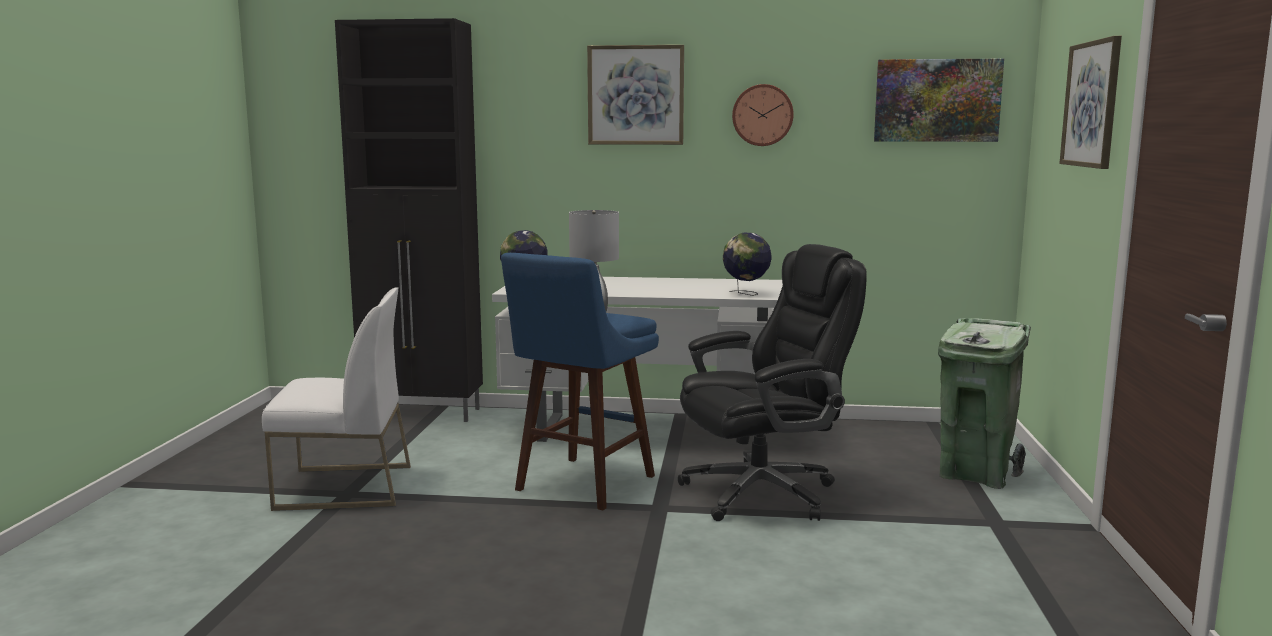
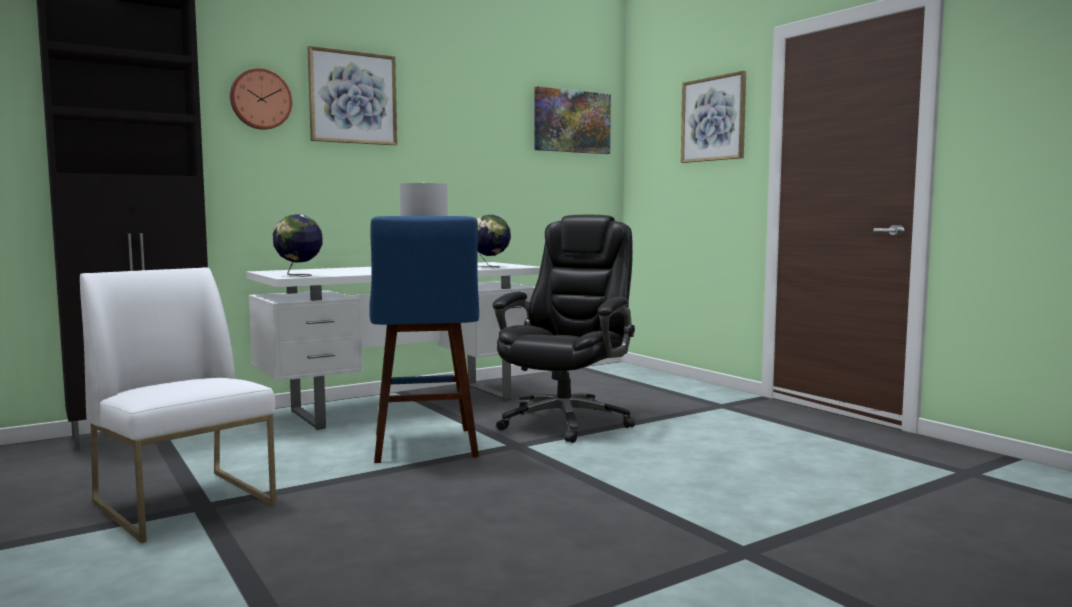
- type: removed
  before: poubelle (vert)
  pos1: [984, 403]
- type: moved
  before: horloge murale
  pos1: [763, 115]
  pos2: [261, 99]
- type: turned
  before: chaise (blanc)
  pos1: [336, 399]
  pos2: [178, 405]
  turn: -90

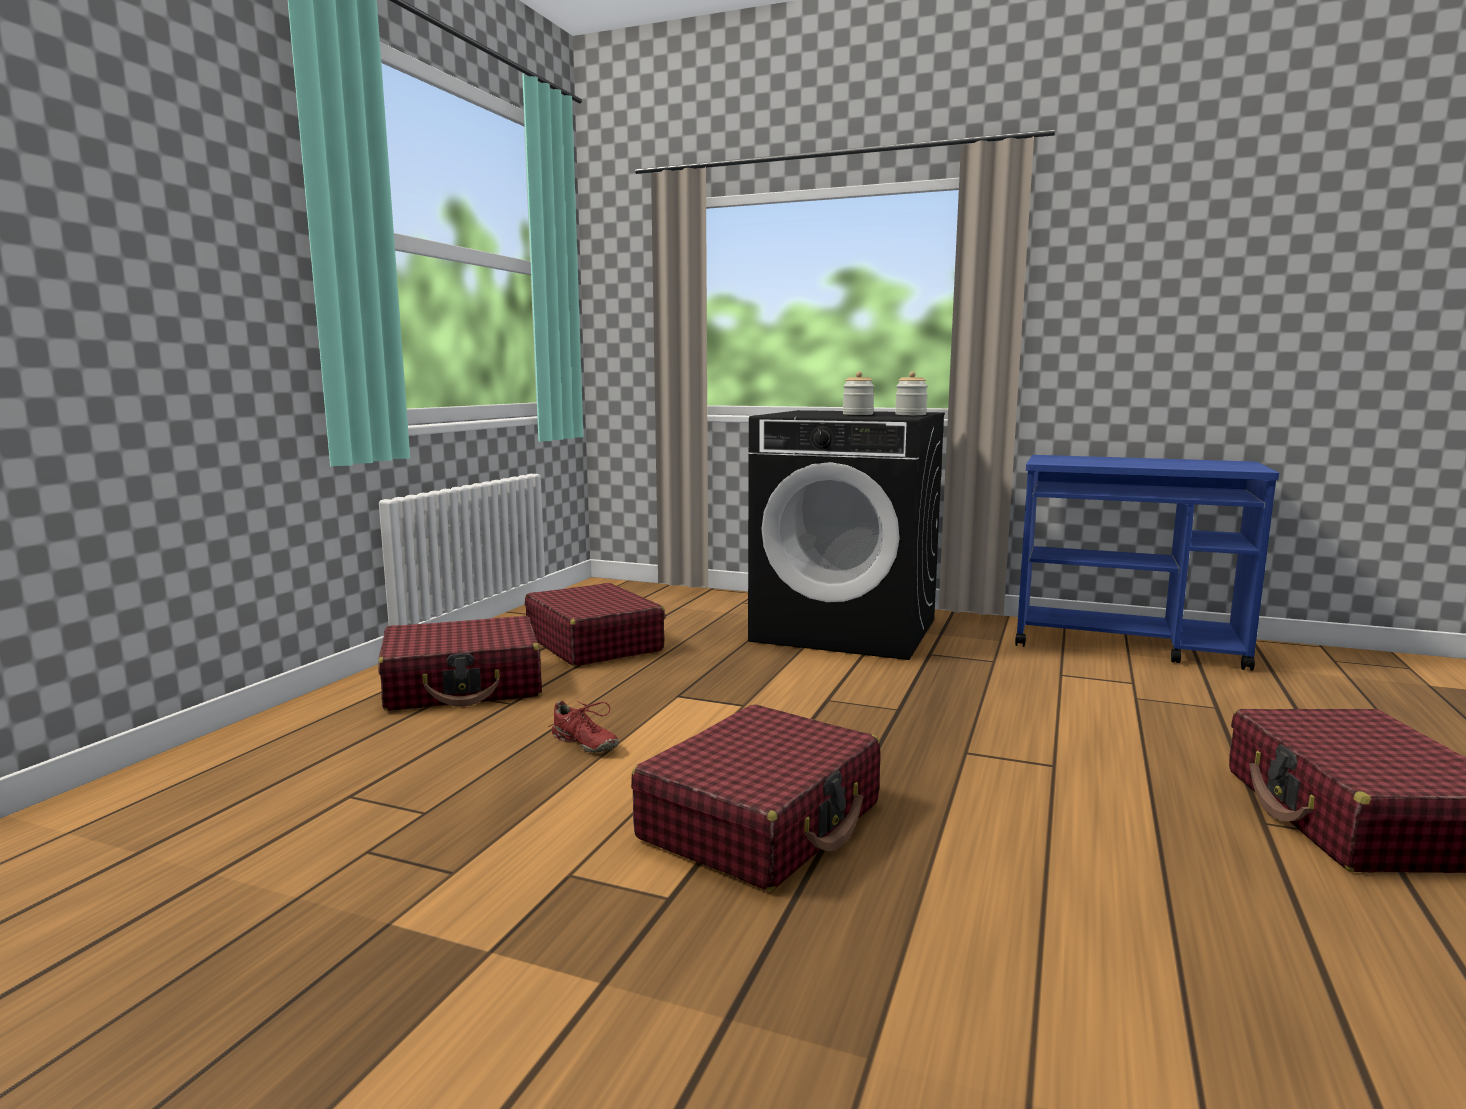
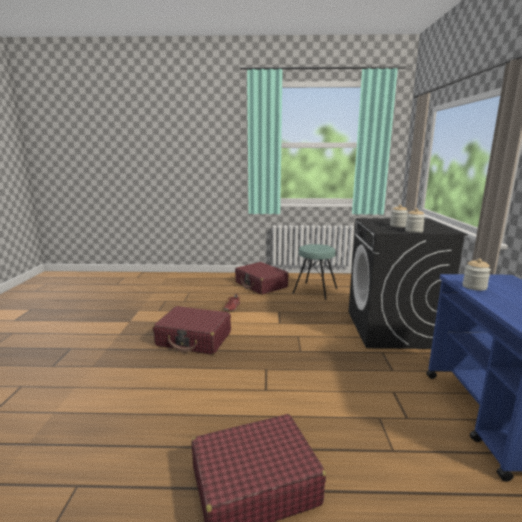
- type: added
  after: bocal
  pos2: [477, 274]
- type: replaced
  before: valise (rouge)
  after: tabouret (turquoise)
  pos1: [595, 624]
  pos2: [315, 272]

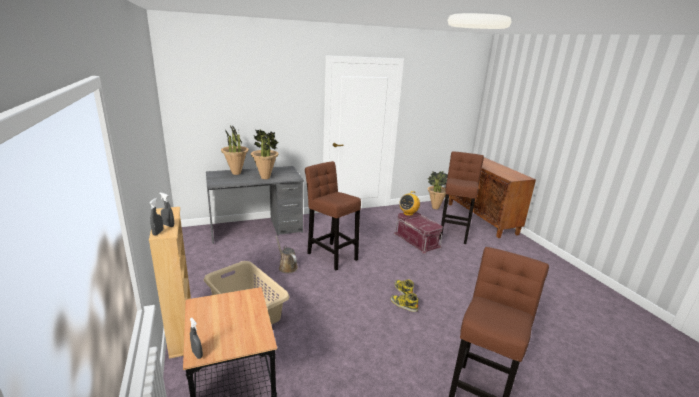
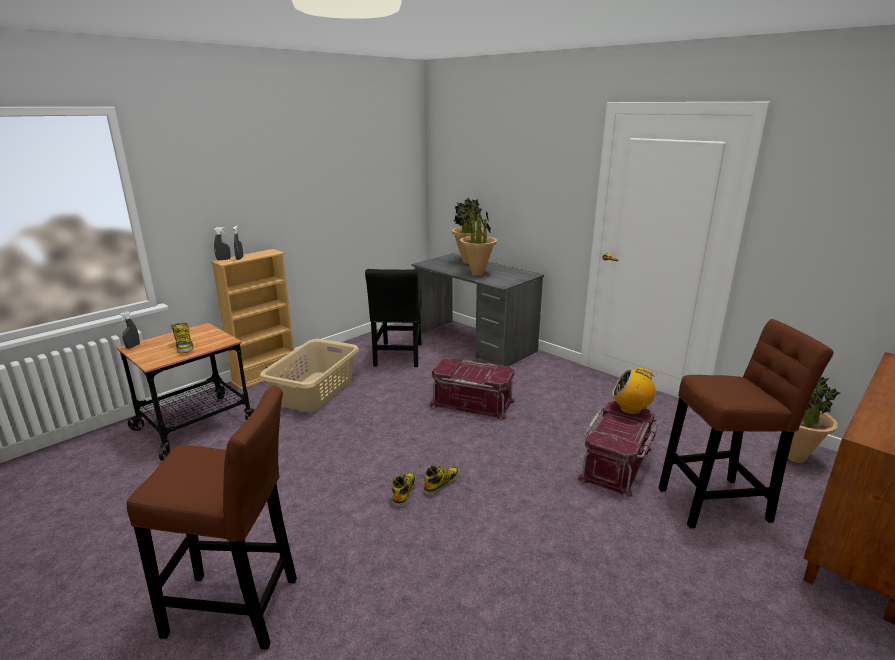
- type: removed
  before: arrosoir (marron)
  pos1: [286, 254]
- type: added
  after: botte
  pos2: [182, 338]
- type: added
  after: chaise (noir)
  pos2: [393, 318]
- type: replaced
  before: tabouret (marron)
  after: boîte de rangement (rouge)
  pos1: [333, 215]
  pos2: [472, 389]

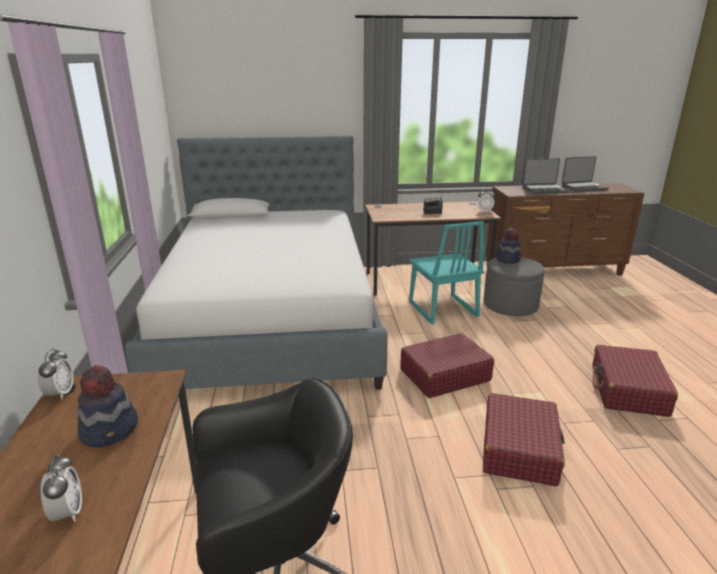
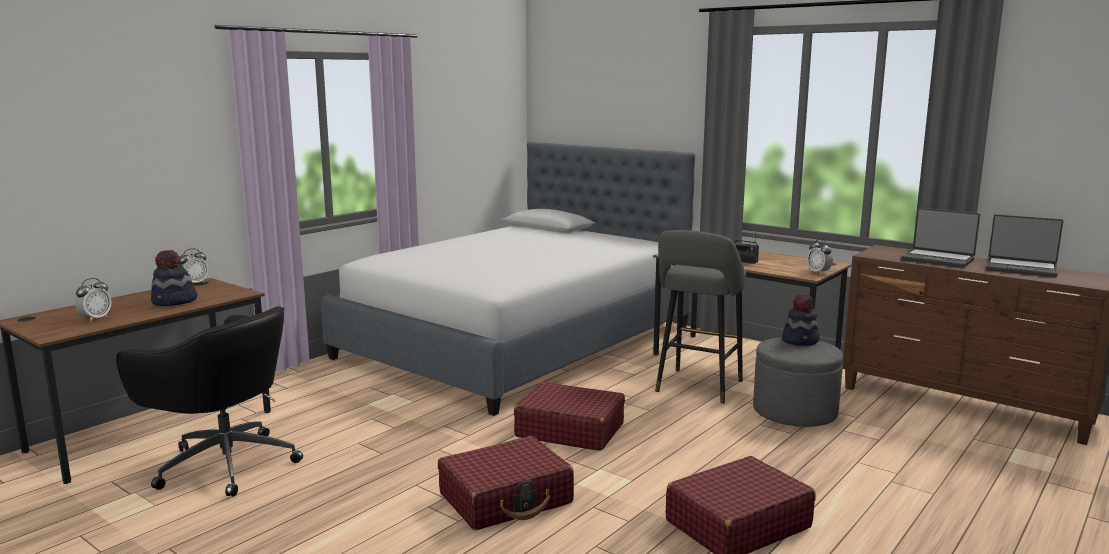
- type: replaced
  before: chaise (turquoise)
  after: tabouret (gris)
  pos1: [446, 272]
  pos2: [700, 317]

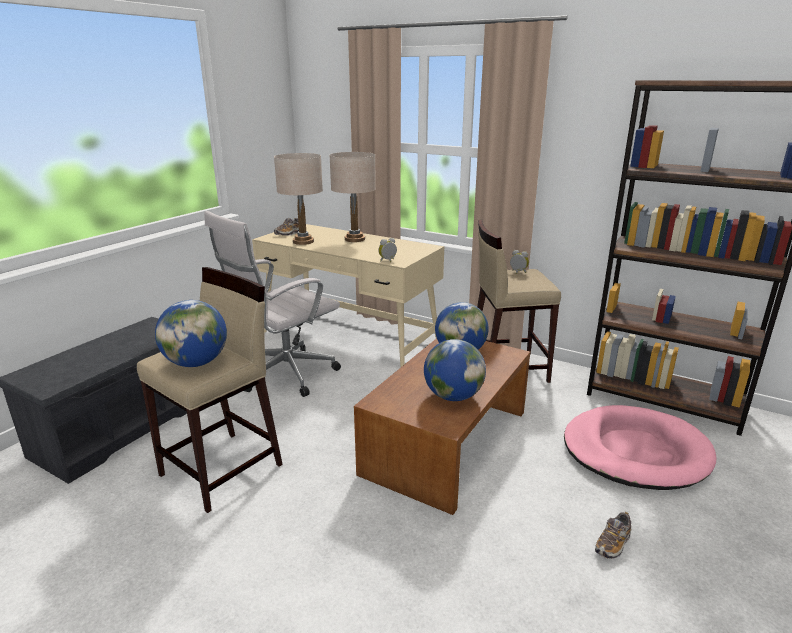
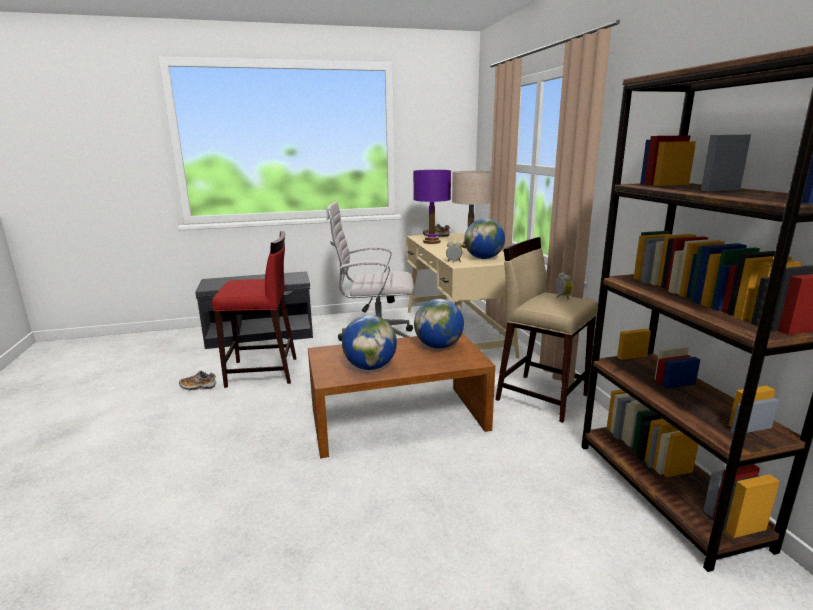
- type: removed
  before: panier pour chien (rose)
  pos1: [640, 447]
- type: moved
  before: globe
  pos1: [191, 333]
  pos2: [484, 239]
- type: moved
  before: chaussure
  pos1: [613, 535]
  pos2: [197, 381]
- type: recoloured
  before: tabouret (beige)
  after: tabouret (rouge)
  pos1: [210, 390]
  pos2: [254, 309]
- type: recoloured
  before: lampe de table (beige)
  after: lampe de table (violet)
  pos1: [298, 199]
  pos2: [432, 207]

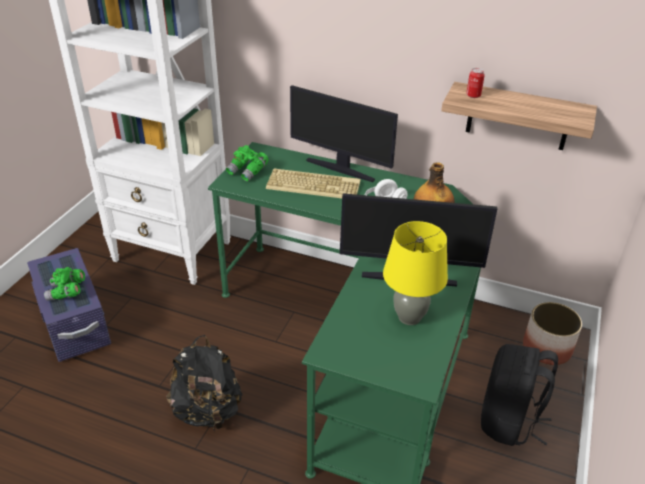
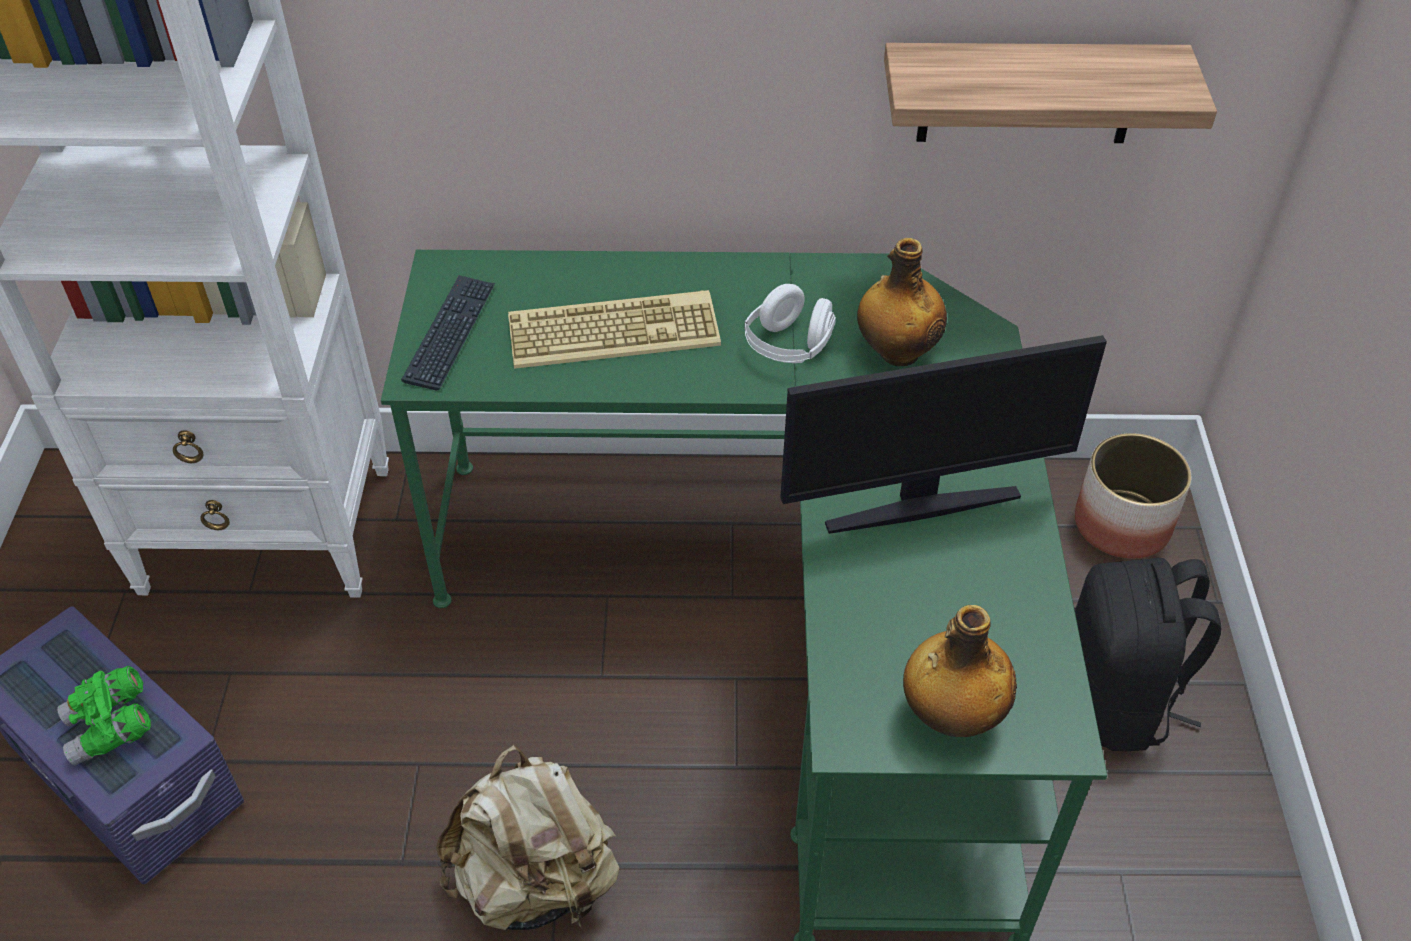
- type: removed
  before: écran d'ordinateur
  pos1: [344, 133]
- type: removed
  before: lampe de table (jaune)
  pos1: [415, 273]
- type: removed
  before: boîte métallique
  pos1: [475, 83]
- type: added
  after: bouteille
  pos2: [960, 671]
- type: replaced
  before: jumelles (vert)
  after: clavier
  pos1: [247, 163]
  pos2: [448, 333]
- type: recoloured
  before: sac à dos (noir)
  after: sac à dos (beige)
  pos1: [204, 382]
  pos2: [527, 837]

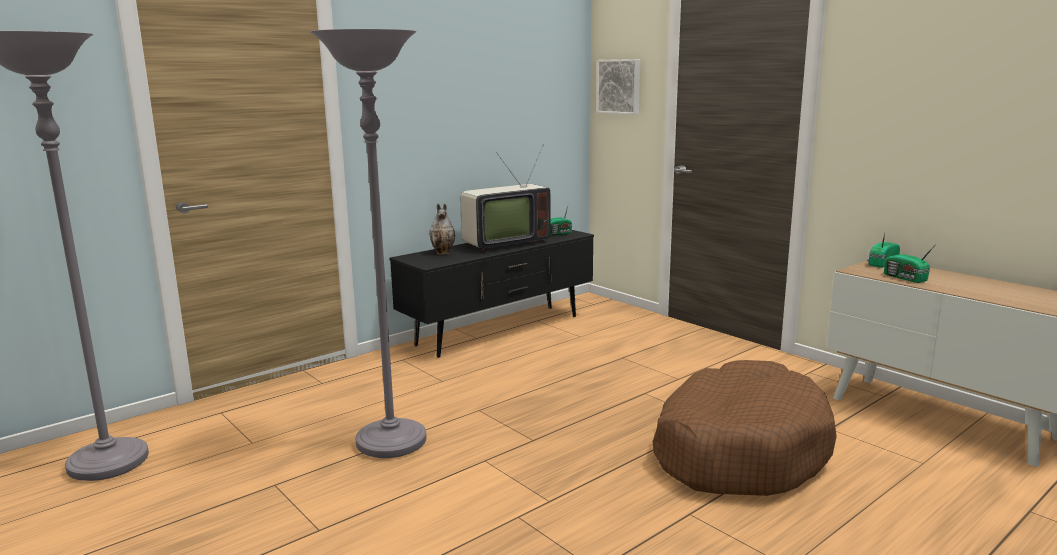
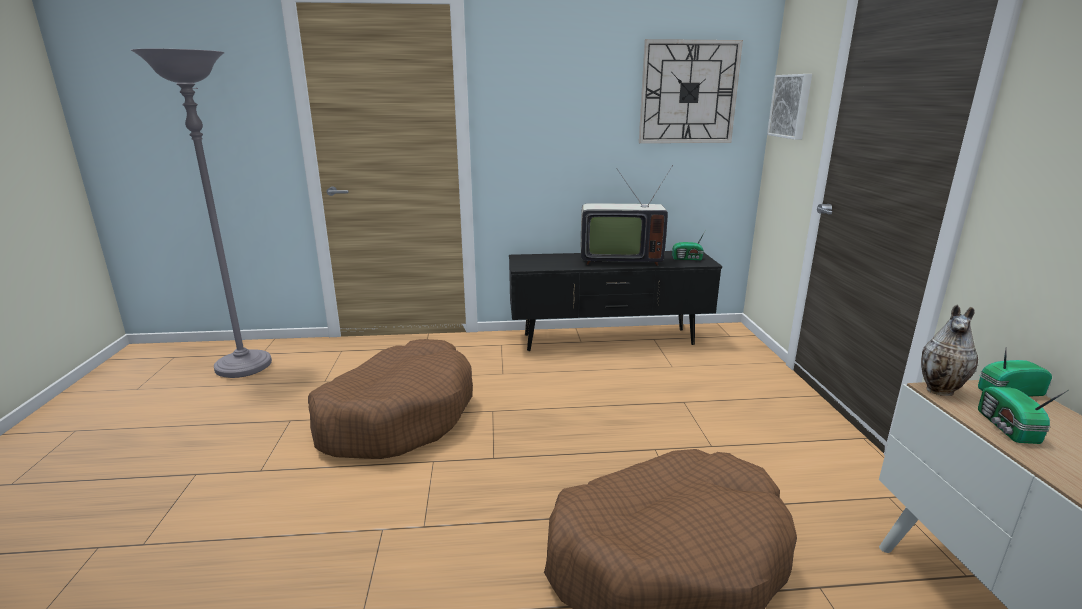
- type: added
  after: horloge murale
  pos2: [691, 91]
- type: moved
  before: vase
  pos1: [442, 229]
  pos2: [949, 350]
- type: replaced
  before: lampadaire (gris)
  after: panier pour chien (marron)
  pos1: [368, 243]
  pos2: [390, 399]

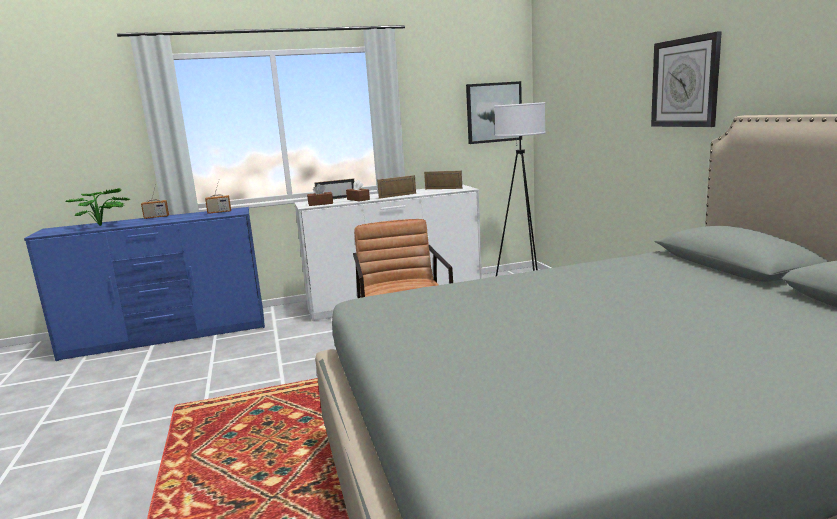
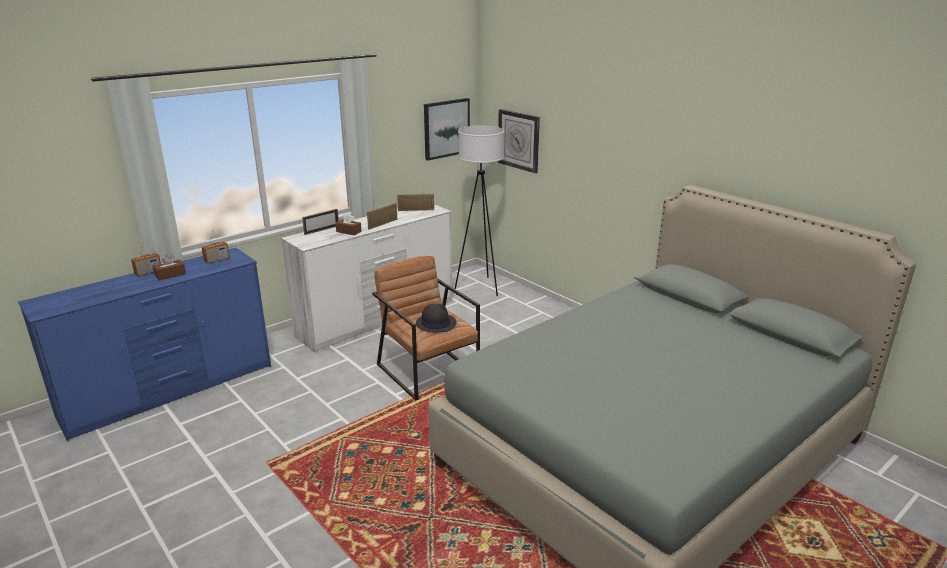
- type: removed
  before: plante en pot
  pos1: [97, 207]
- type: added
  after: chapeau (noir)
  pos2: [436, 318]
- type: moved
  before: boîte à mouchoirs (marron)
  pos1: [320, 195]
  pos2: [169, 268]
- type: moved
  before: horloge murale
  pos1: [686, 79]
  pos2: [519, 141]

